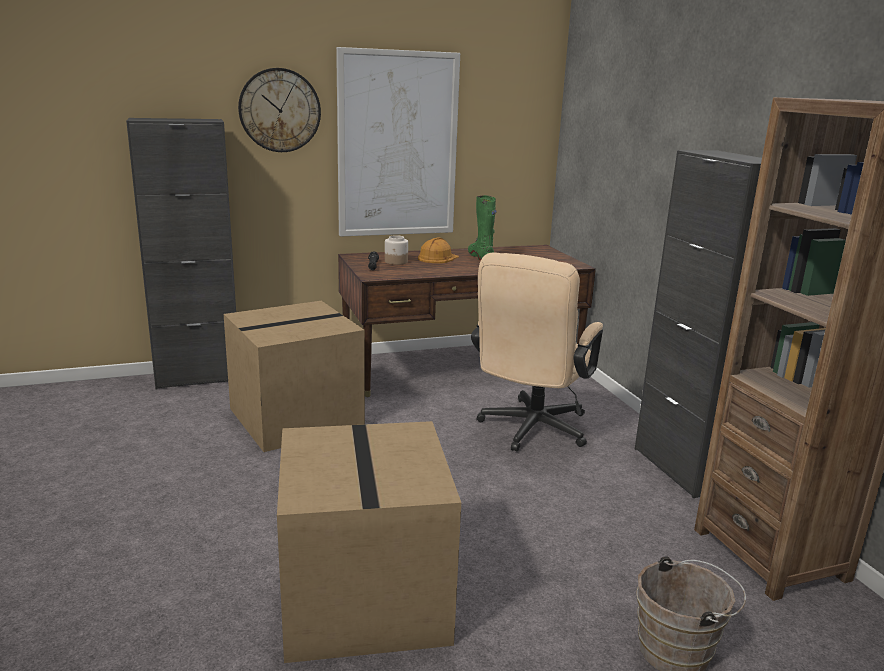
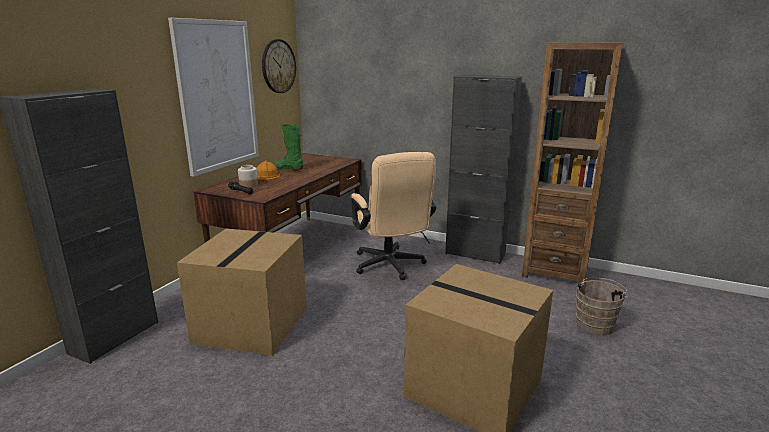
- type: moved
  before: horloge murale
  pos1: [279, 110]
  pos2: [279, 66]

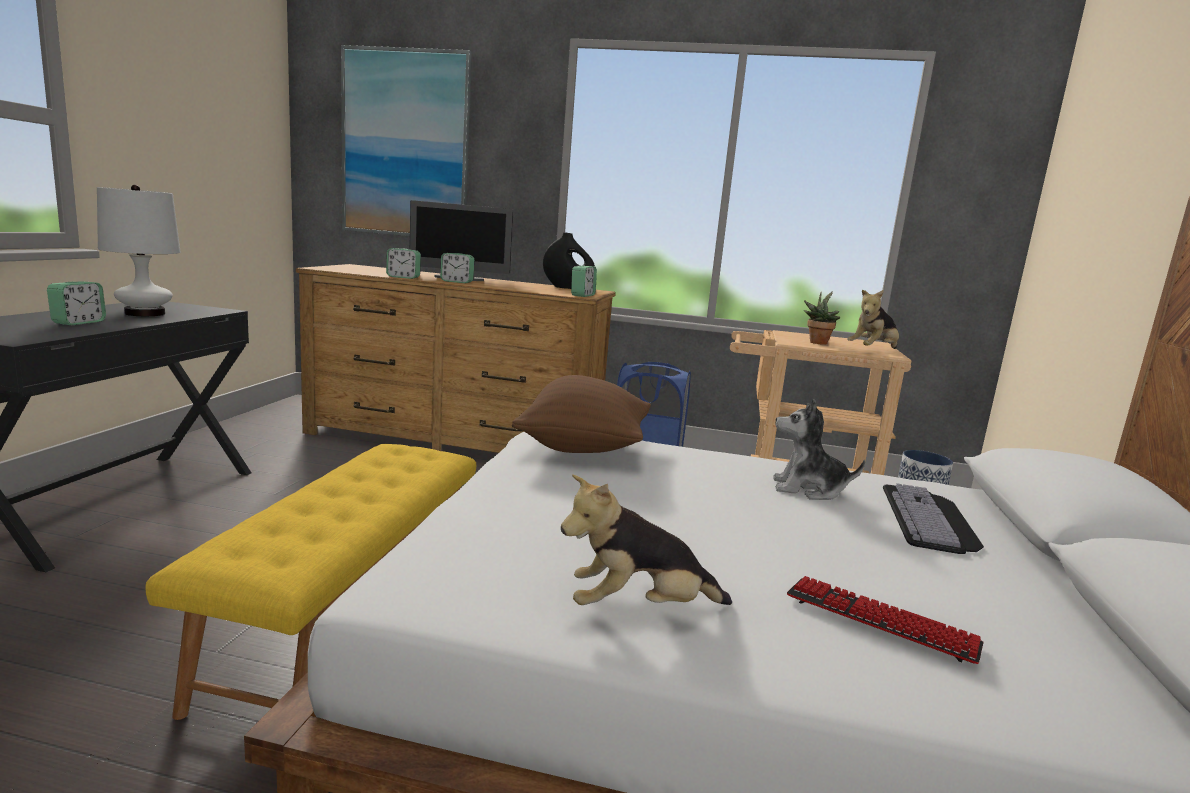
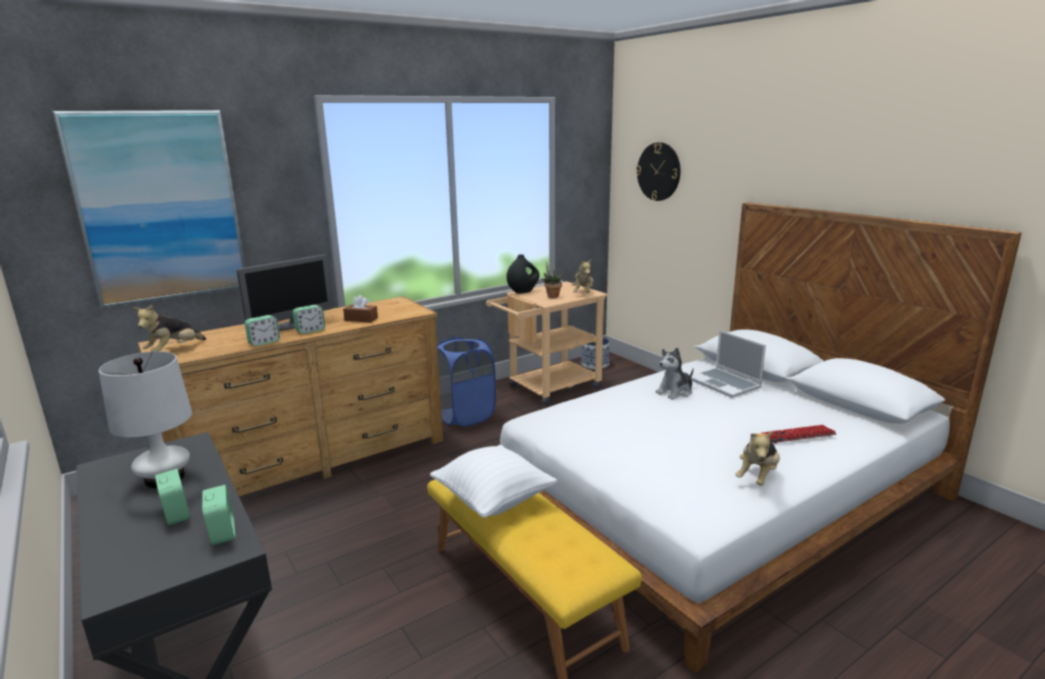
- type: removed
  before: coussin (marron)
  pos1: [581, 414]
- type: added
  after: peluche
  pos2: [169, 328]
- type: added
  after: boîte à mouchoirs (marron)
  pos2: [360, 308]
- type: added
  after: coussin (blanc)
  pos2: [493, 481]
- type: added
  after: horloge murale
  pos2: [658, 171]
- type: moved
  before: vase (noir)
  pos1: [569, 260]
  pos2: [523, 274]
- type: moved
  before: réveil
  pos1: [584, 281]
  pos2: [218, 515]
- type: replaced
  before: clavier
  after: ordinateur portable
  pos1: [933, 518]
  pos2: [728, 364]

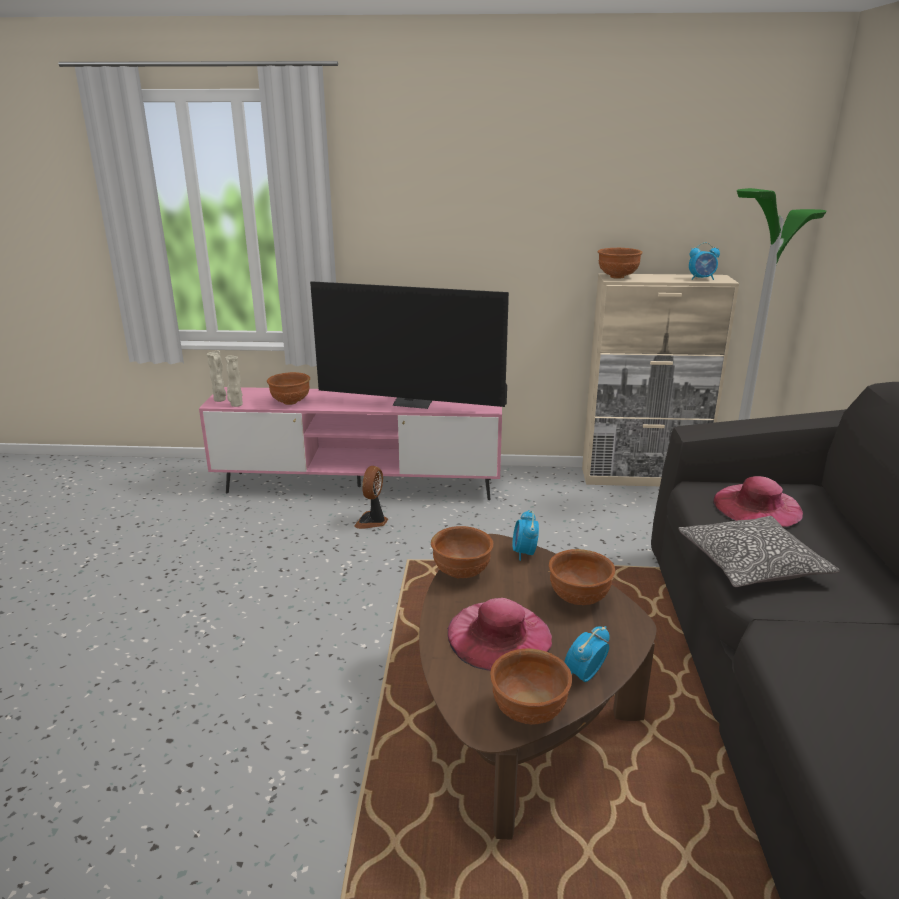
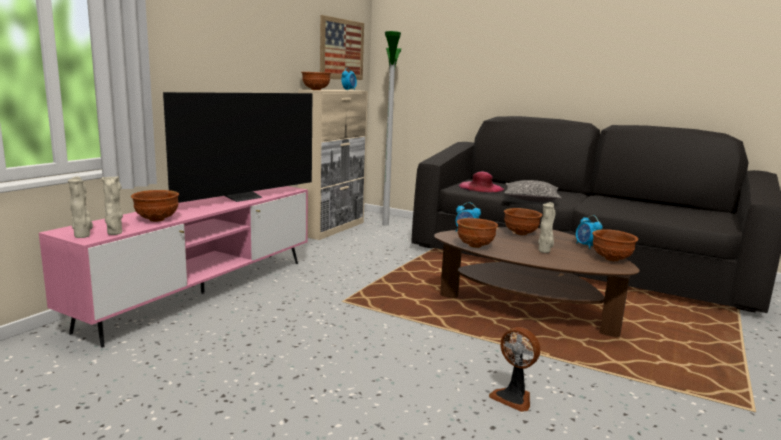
- type: added
  after: tableau
  pos2: [342, 47]
- type: moved
  before: ventilateur
  pos1: [371, 497]
  pos2: [514, 369]
- type: replaced
  before: chapeau (rose)
  after: vase (beige)
  pos1: [500, 634]
  pos2: [546, 227]

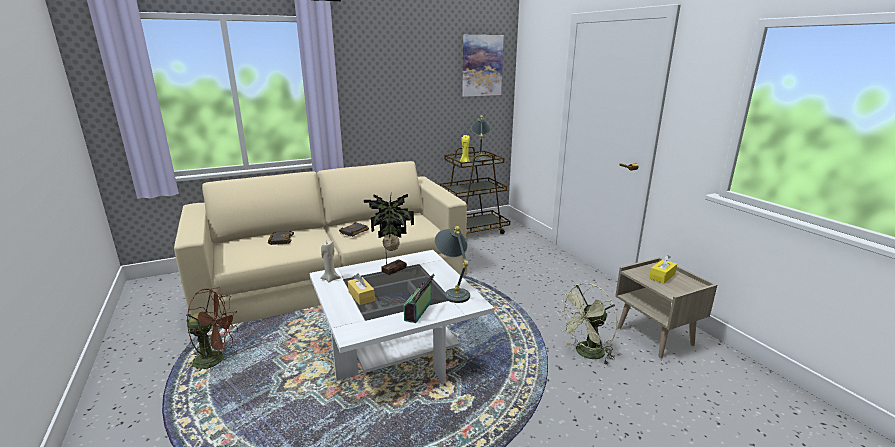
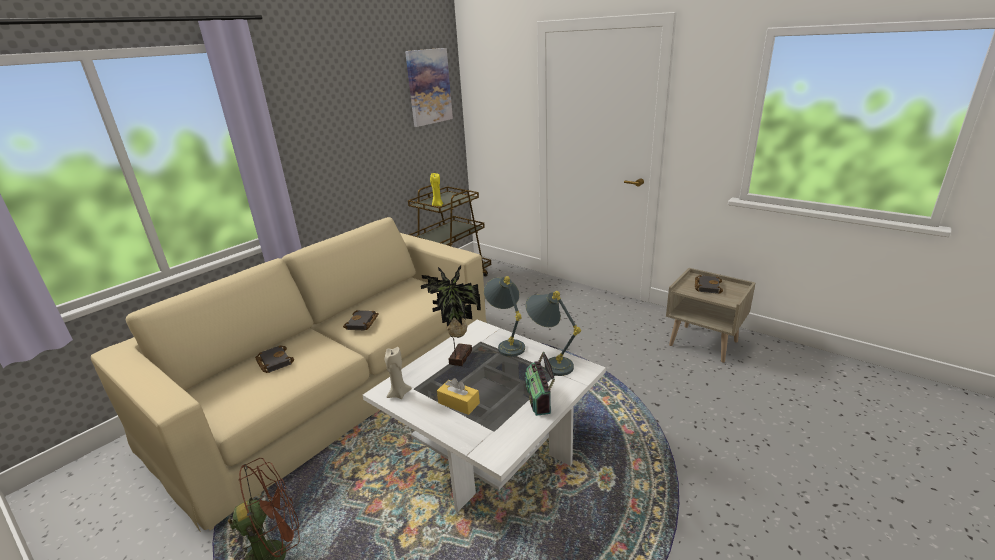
- type: removed
  before: ventilateur (vert)
  pos1: [587, 324]
- type: moved
  before: lampe de table (gris)
  pos1: [481, 138]
  pos2: [504, 316]
- type: replaced
  before: boîte à mouchoirs (jaune)
  after: livre (noir)
  pos1: [663, 269]
  pos2: [709, 284]

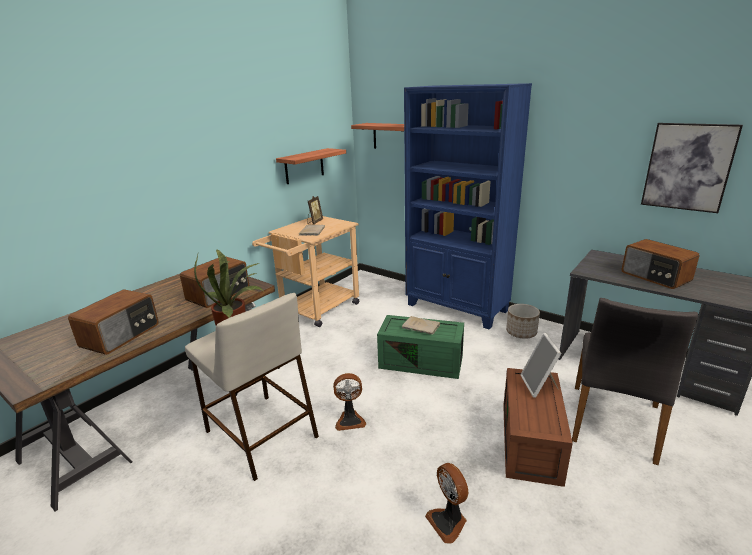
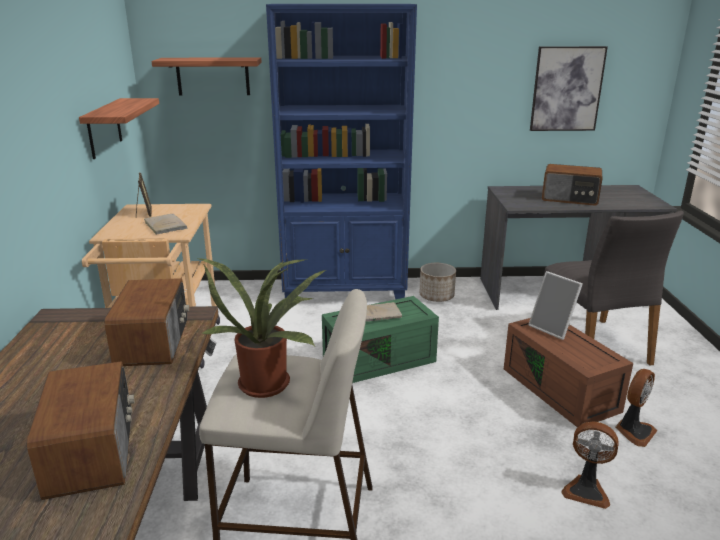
- type: moved
  before: ventilateur
  pos1: [349, 402]
  pos2: [636, 408]

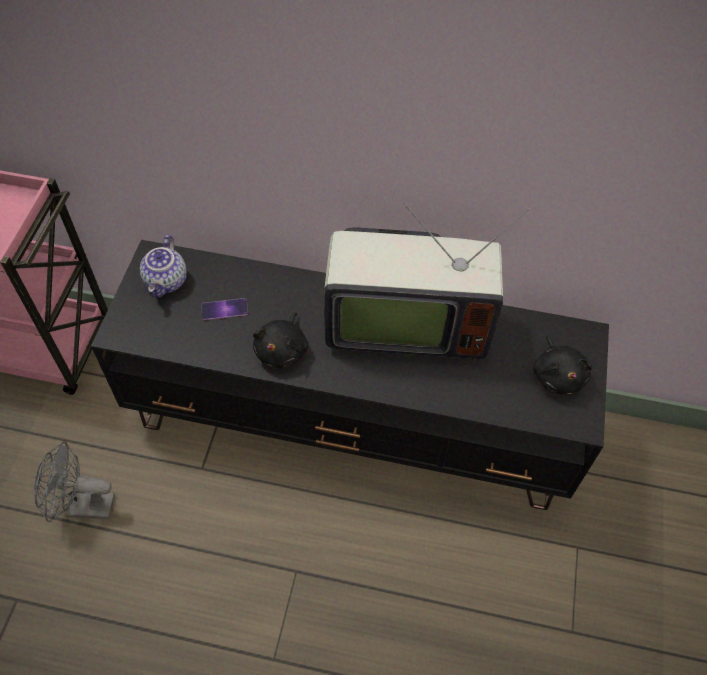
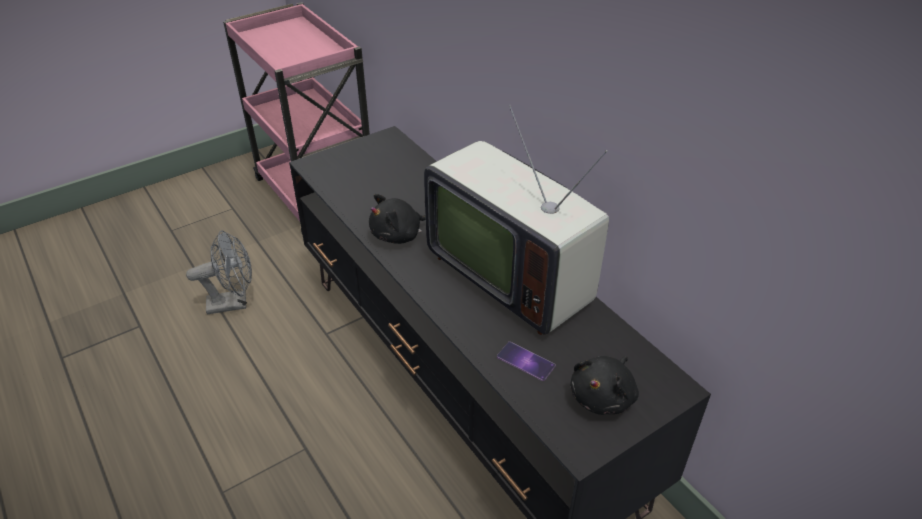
- type: removed
  before: théière
  pos1: [163, 266]
- type: moved
  before: téléphone
  pos1: [224, 309]
  pos2: [526, 361]
- type: turned
  before: ventilateur (gris)
  pos1: [74, 481]
  pos2: [219, 272]
  turn: 120

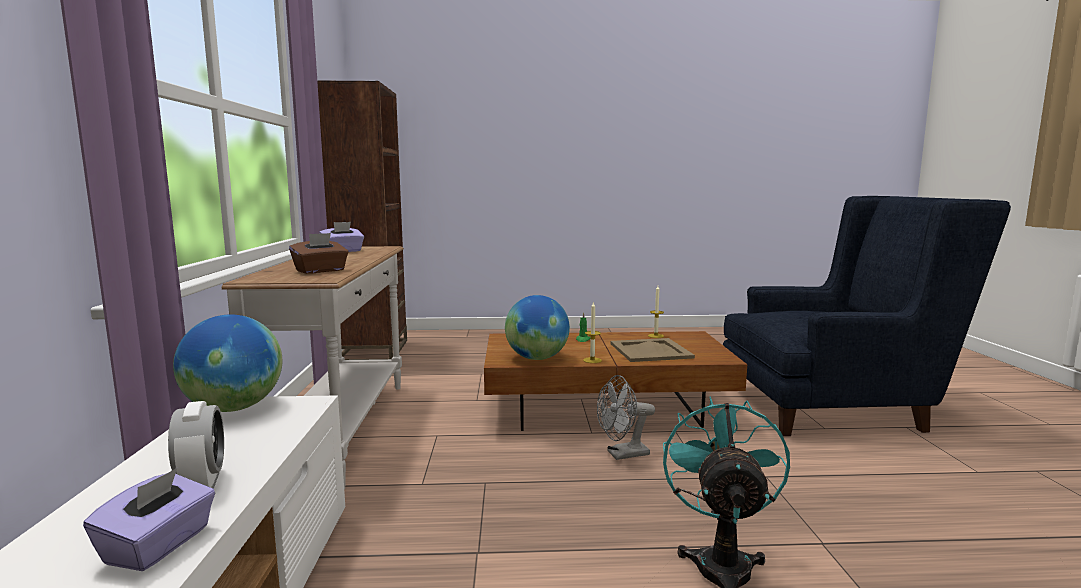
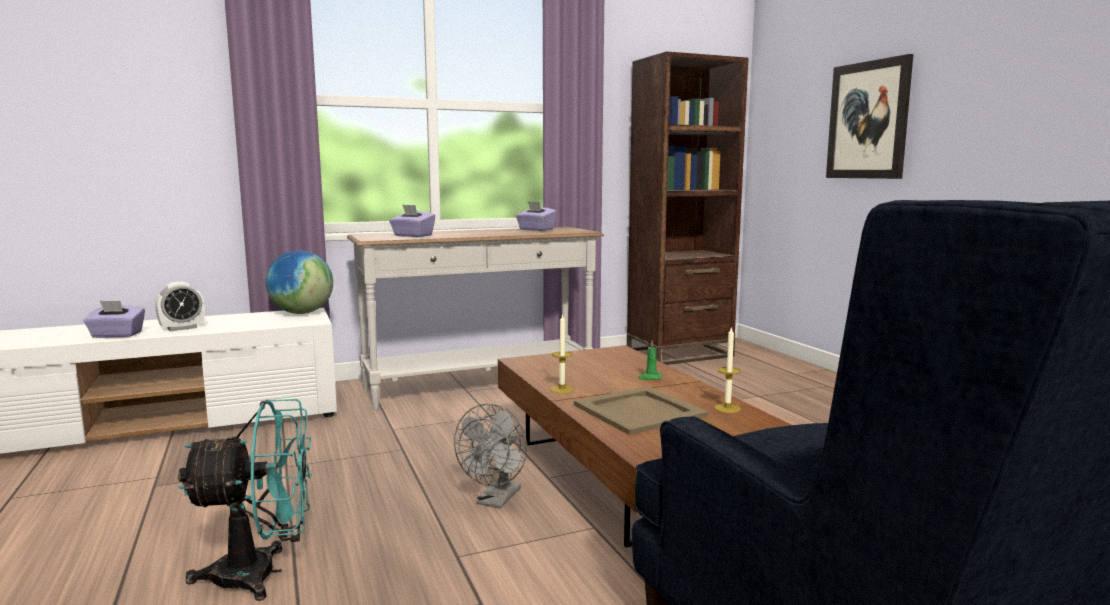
- type: removed
  before: globe
  pos1: [537, 327]
- type: added
  after: tableau
  pos2: [869, 116]
- type: recoloured
  before: boîte à mouchoirs (marron)
  after: boîte à mouchoirs (violet)
  pos1: [319, 253]
  pos2: [412, 220]
- type: turned
  before: ventilateur (gris)
  pos1: [626, 417]
  pos2: [490, 456]
  turn: -120

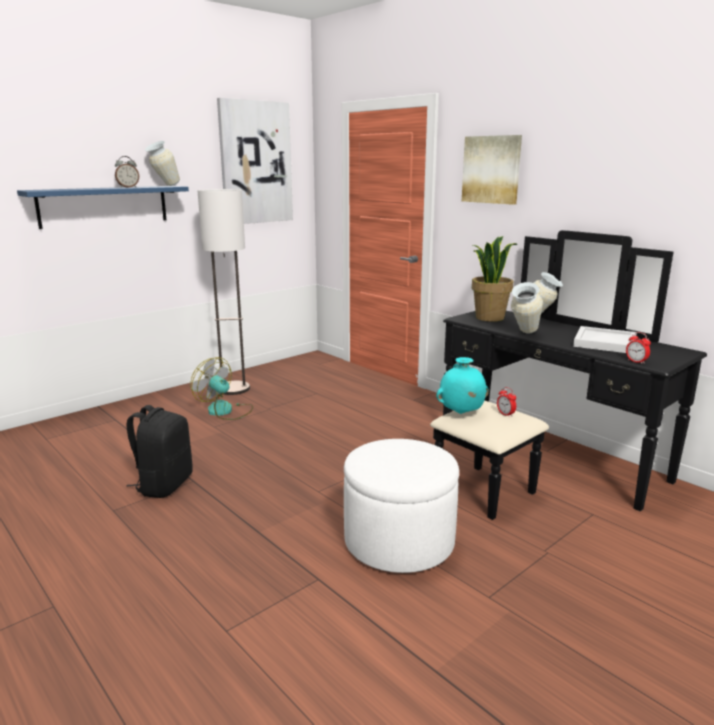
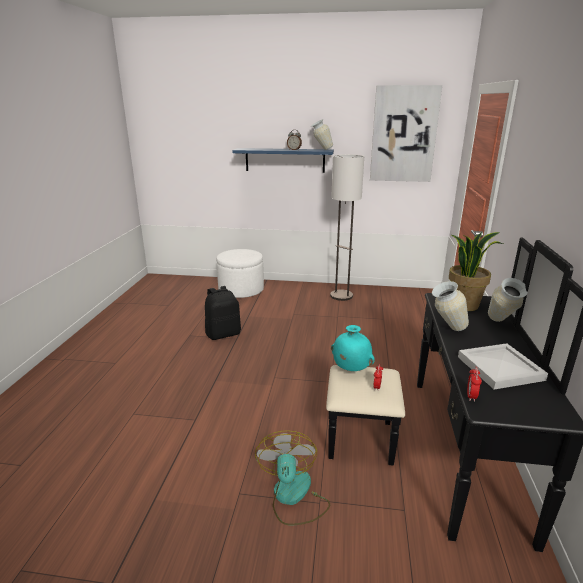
- type: removed
  before: tableau
  pos1: [492, 170]
- type: moved
  before: ventilateur
  pos1: [222, 388]
  pos2: [292, 478]
- type: moved
  before: pouf (blanc)
  pos1: [401, 506]
  pos2: [240, 273]

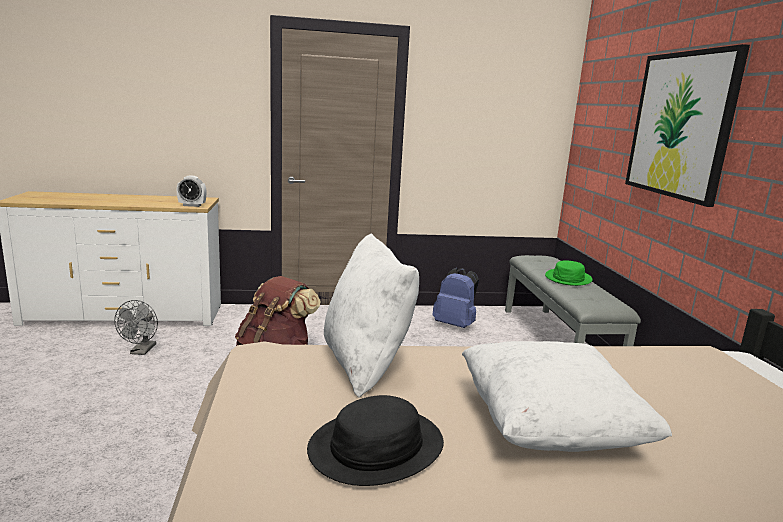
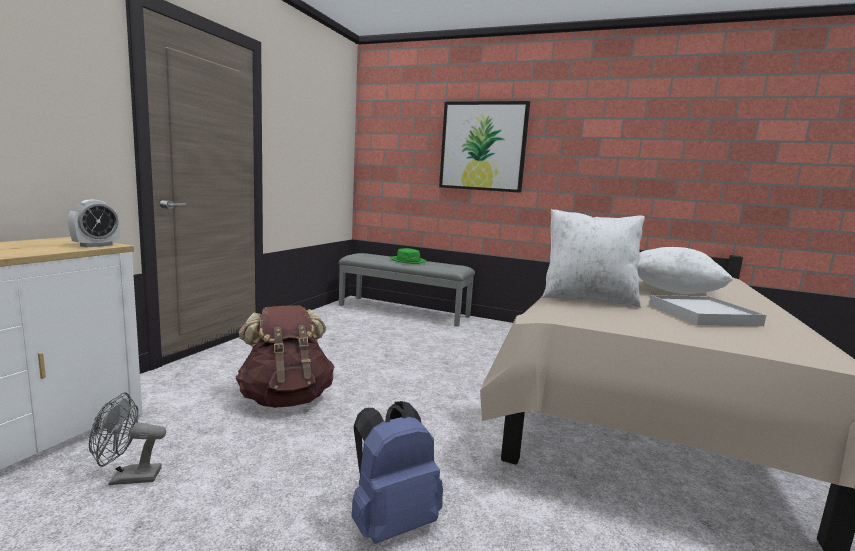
- type: moved
  before: sac à dos (bleu)
  pos1: [455, 298]
  pos2: [397, 472]
- type: replaced
  before: chapeau (noir)
  after: plateau (blanc)
  pos1: [375, 440]
  pos2: [707, 310]
- type: turned
  before: ventilateur (gris)
  pos1: [136, 327]
  pos2: [127, 438]
  turn: 135

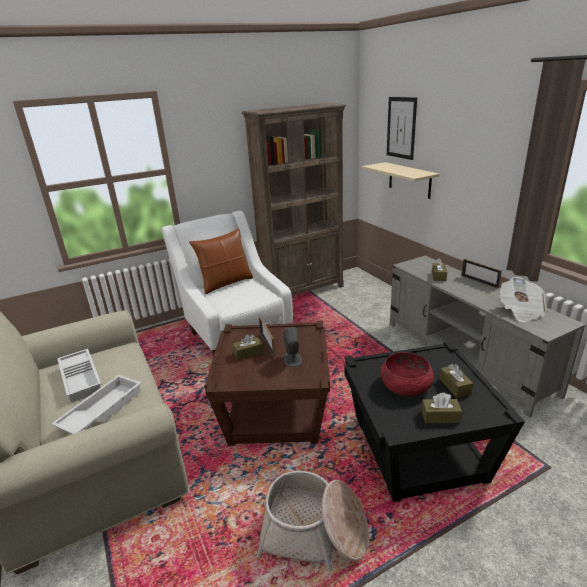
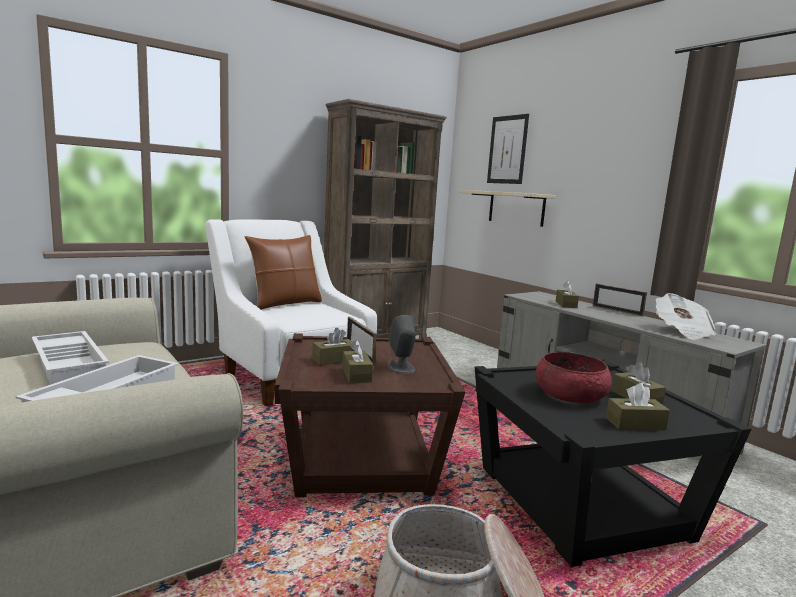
- type: added
  after: boîte à mouchoirs (marron)
  pos2: [357, 361]

